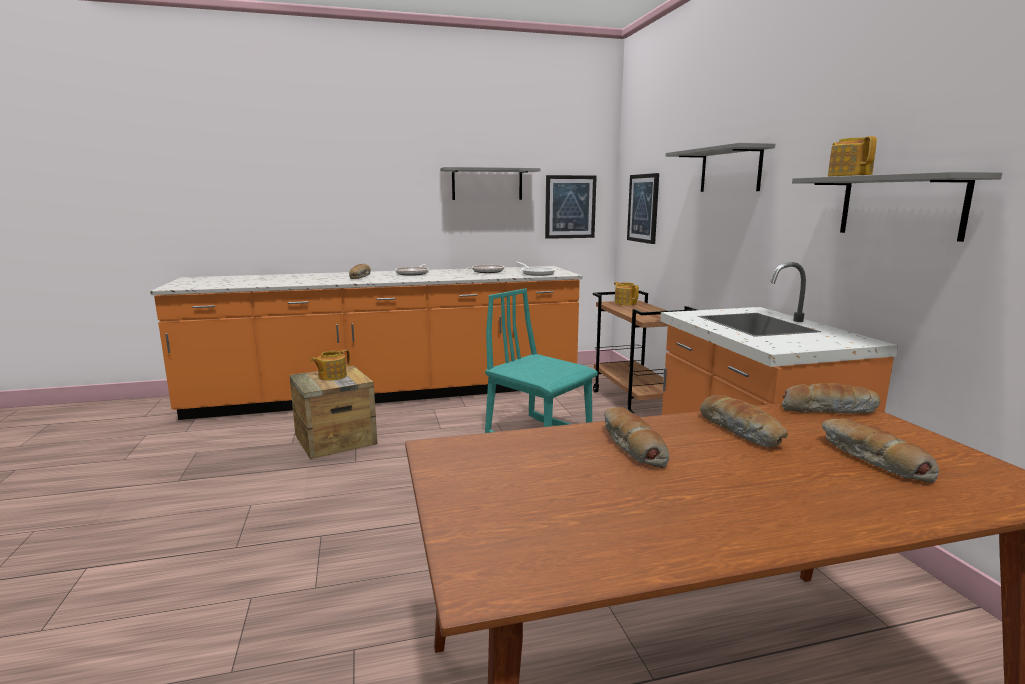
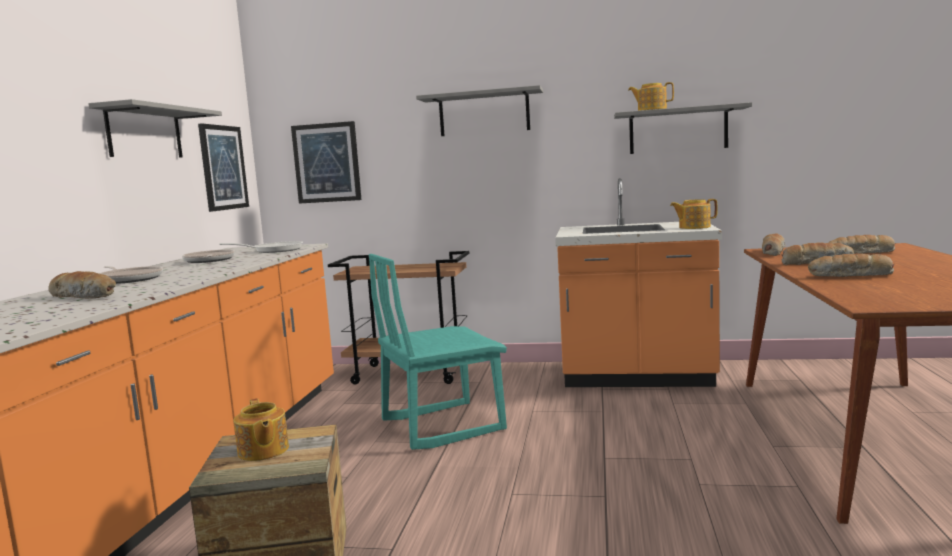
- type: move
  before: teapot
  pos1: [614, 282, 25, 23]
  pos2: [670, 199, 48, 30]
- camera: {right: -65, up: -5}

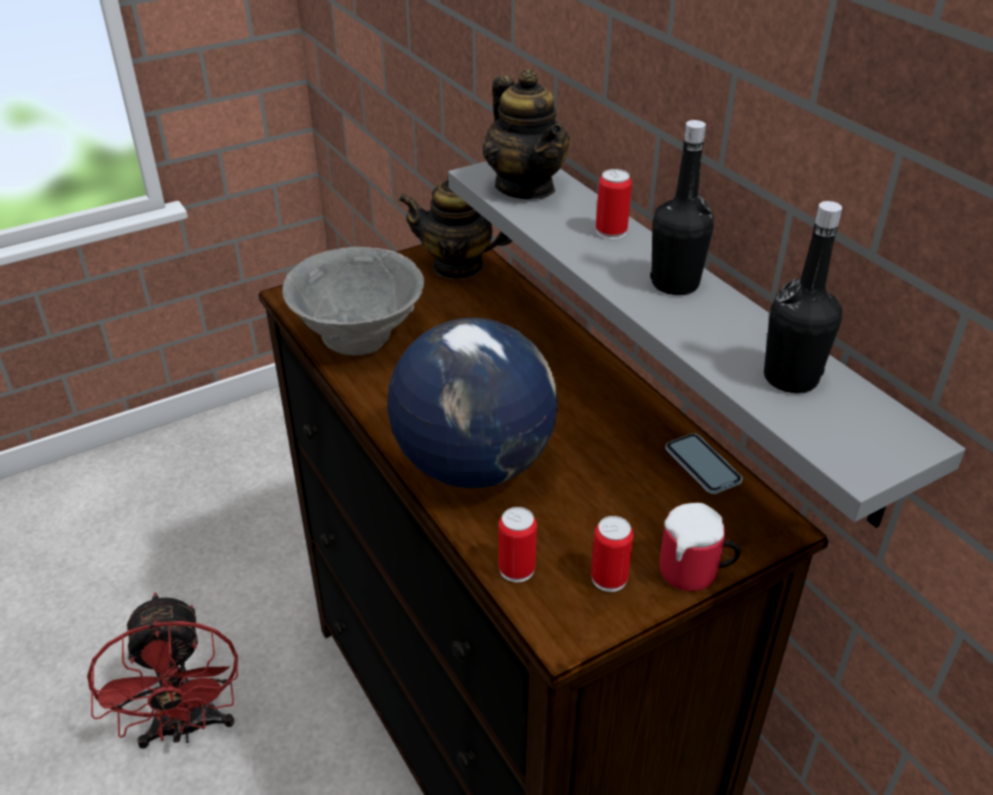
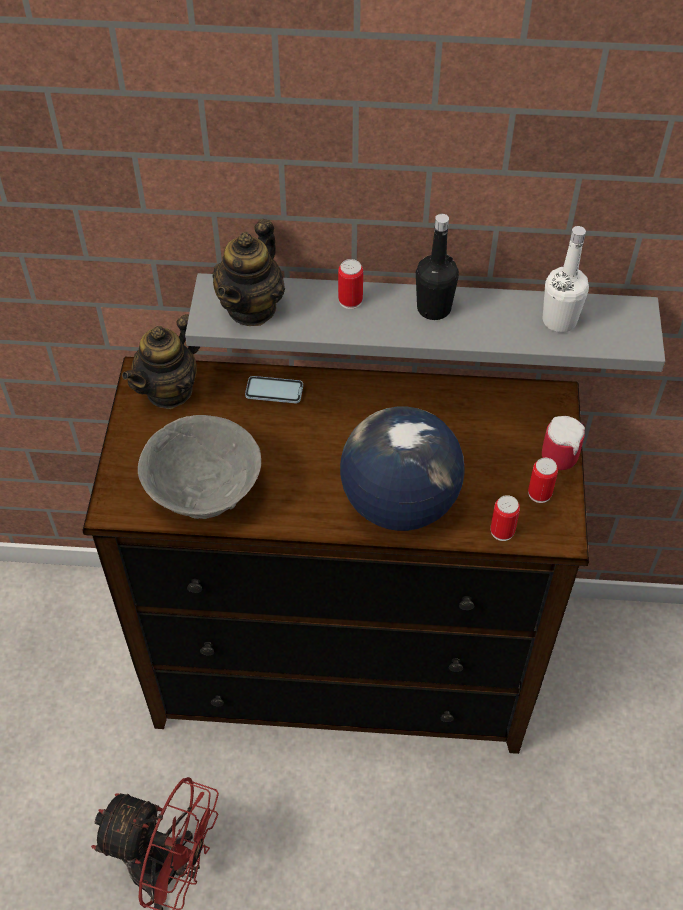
- type: rotate
  before: teapot
  pos1: [483, 69, 86, 131]
  pos2: [212, 219, 73, 107]
  turn: 105
- type: recolor
  before: blackish beverage bottle
  after: white-coloured beverage bottle
  pos1: [764, 201, 78, 192]
  pos2: [543, 226, 46, 107]
- type: move
  before: handset
  pos1: [665, 433, 77, 61]
  pos2: [245, 376, 58, 28]
- camera: {right: -55, up: 15}

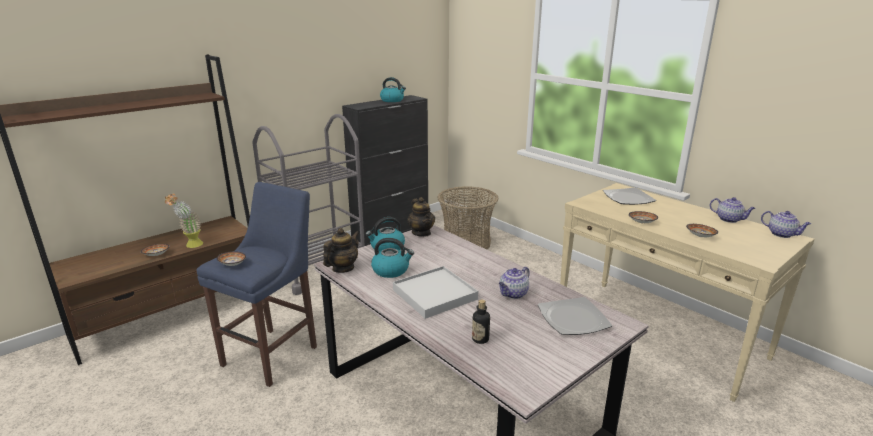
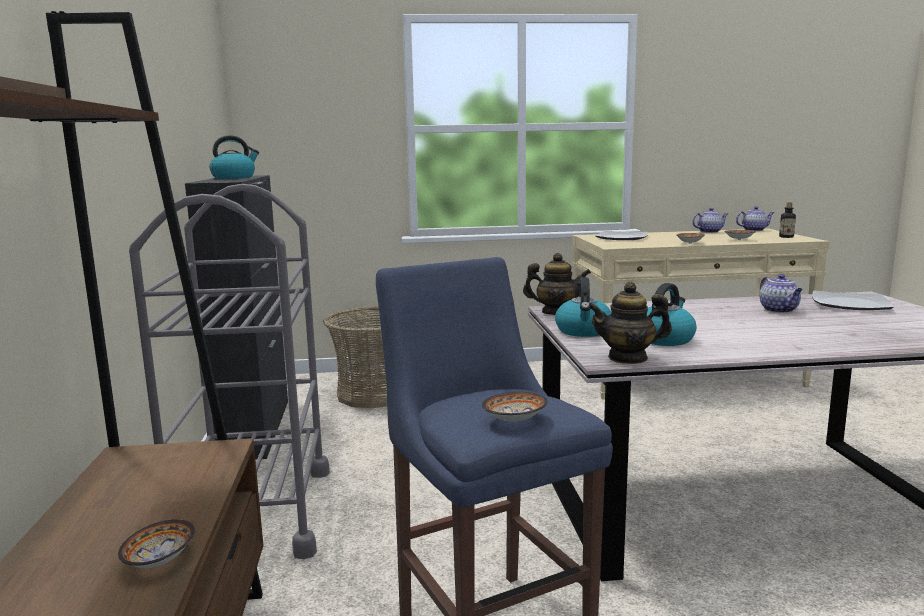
- type: delete
  before: potted plant
  pos1: [165, 194, 38, 54]
- type: rotate
  before: teapot
  pos1: [323, 228, 36, 45]
  pos2: [588, 282, 84, 82]
  turn: -75
- type: delete
  before: white-coloured serving tray
  pos1: [393, 266, 85, 53]
- type: move
  before: beverage bottle
  pos1: [472, 300, 18, 44]
  pos2: [779, 202, 17, 36]
- camera: {right: -55, up: -10}

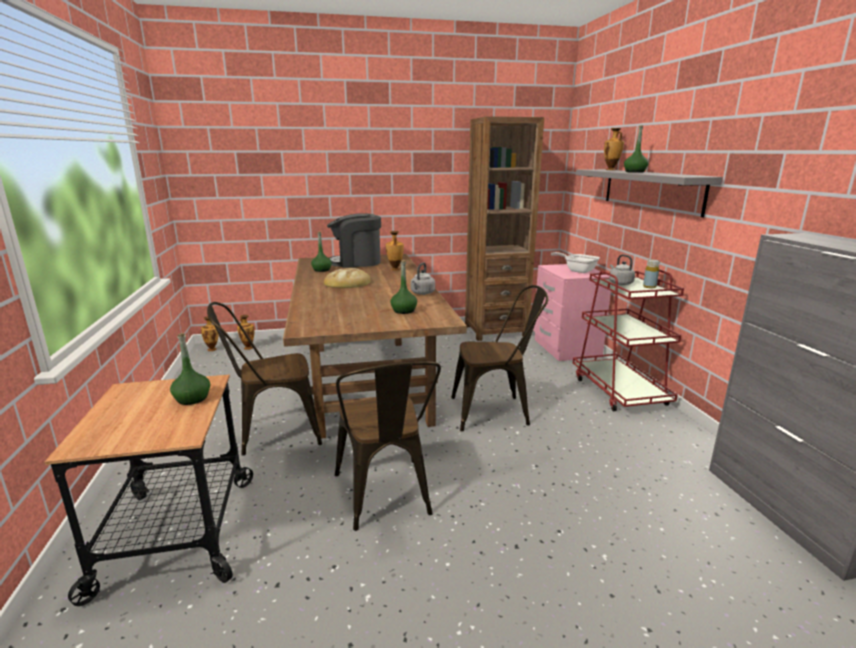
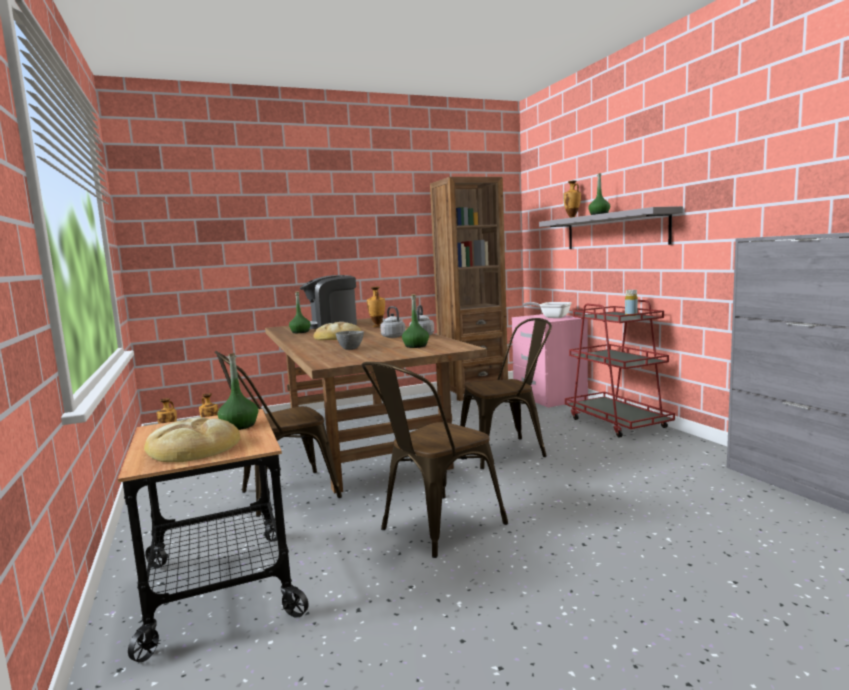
- type: move
  before: gray tea kettle
  pos1: [610, 254, 25, 31]
  pos2: [380, 306, 25, 32]
- type: rotate
  before: brown-coloured chair
  pos1: [335, 361, 106, 170]
  pos2: [362, 362, 146, 196]
  turn: 75
- type: insert
  after: gray bowl
  pos2: [336, 331, 28, 19]
- type: insert
  after: bread
  pos2: [144, 417, 96, 45]
- camera: {right: -10, up: -10}

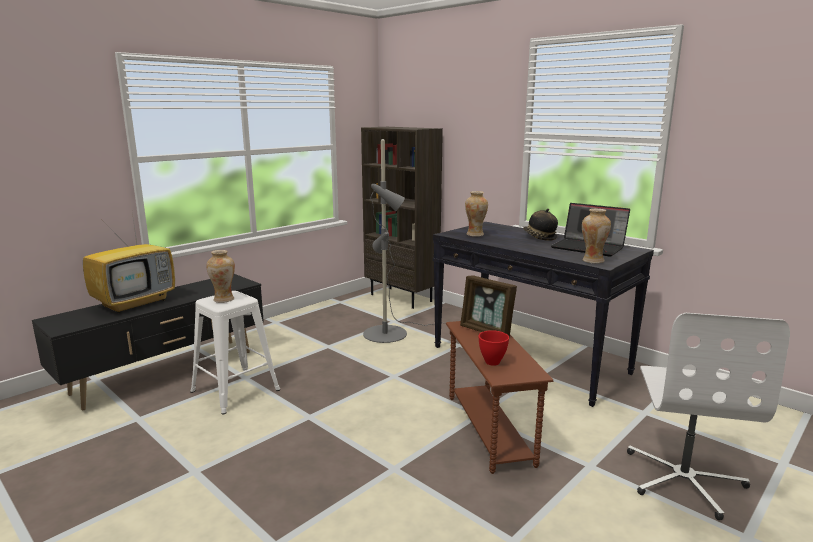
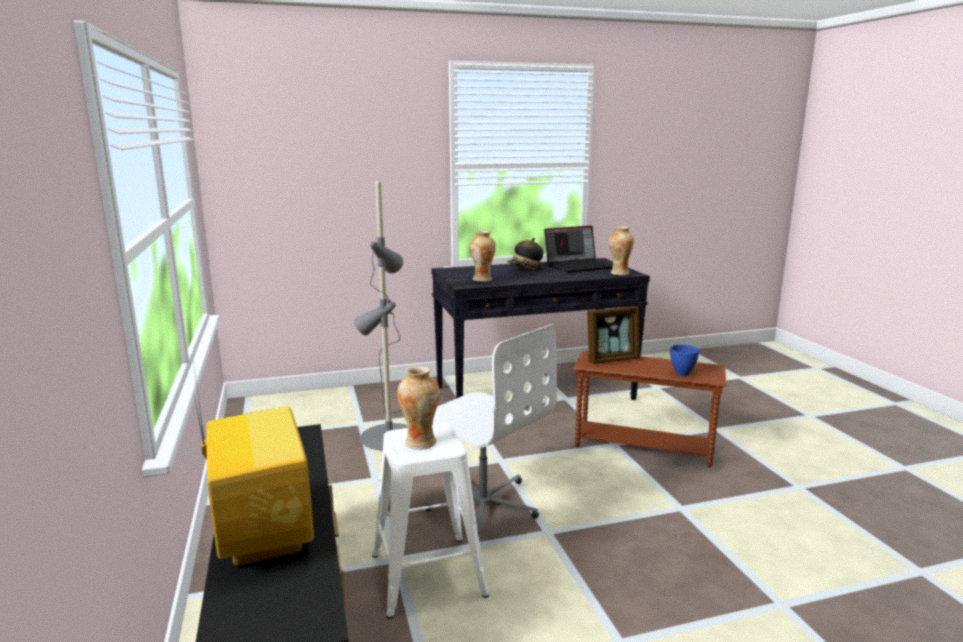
- type: delete
  before: brown-coloured shelving unit
  pos1: [361, 127, 82, 182]
- type: move
  before: white-coloured office chair
  pos1: [627, 313, 163, 207]
  pos2: [425, 324, 132, 213]
- type: recolor
  before: red bowl
  after: blue bowl
  pos1: [478, 330, 31, 36]
  pos2: [670, 344, 30, 32]
- camera: {right: -60, up: 0}

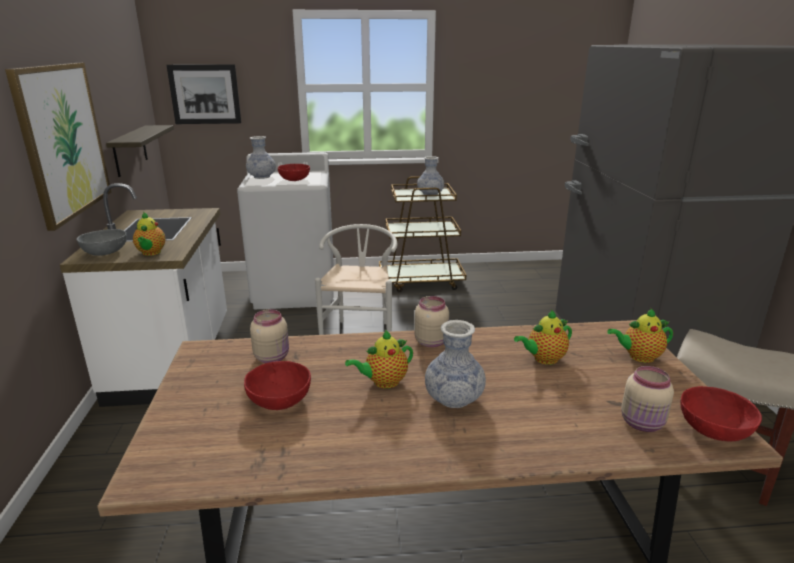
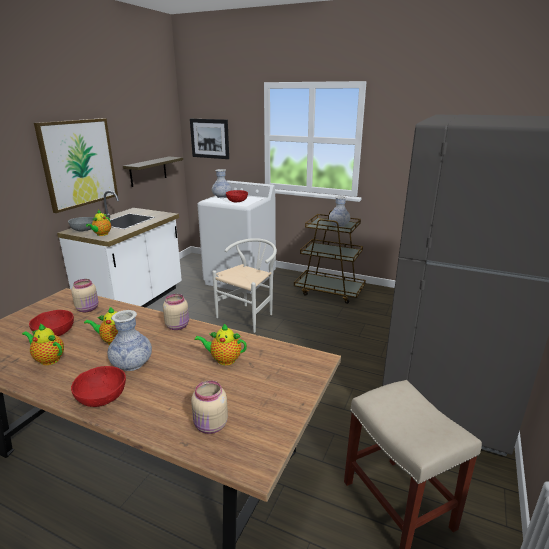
- type: move
  before: teapot
  pos1: [607, 308, 66, 55]
  pos2: [22, 323, 42, 42]
- type: move
  before: red bowl
  pos1: [681, 386, 81, 56]
  pos2: [71, 366, 55, 41]
- camera: {right: 30, up: 0}

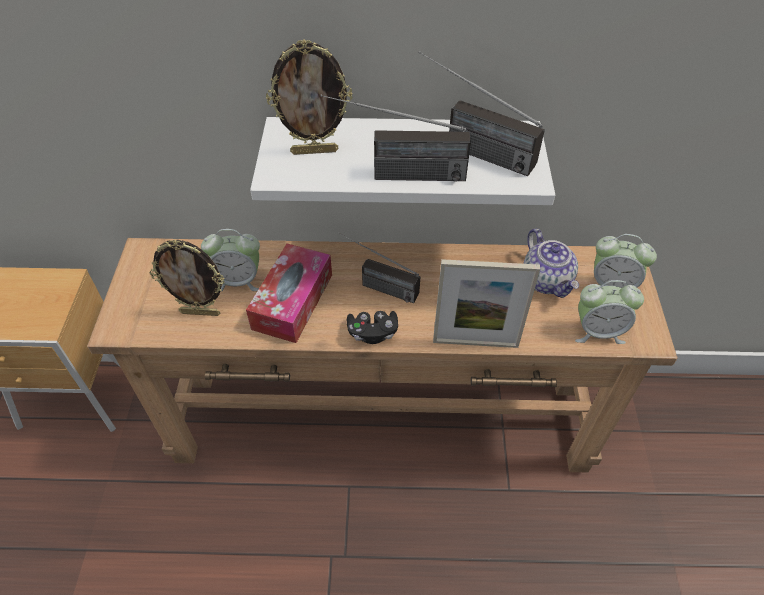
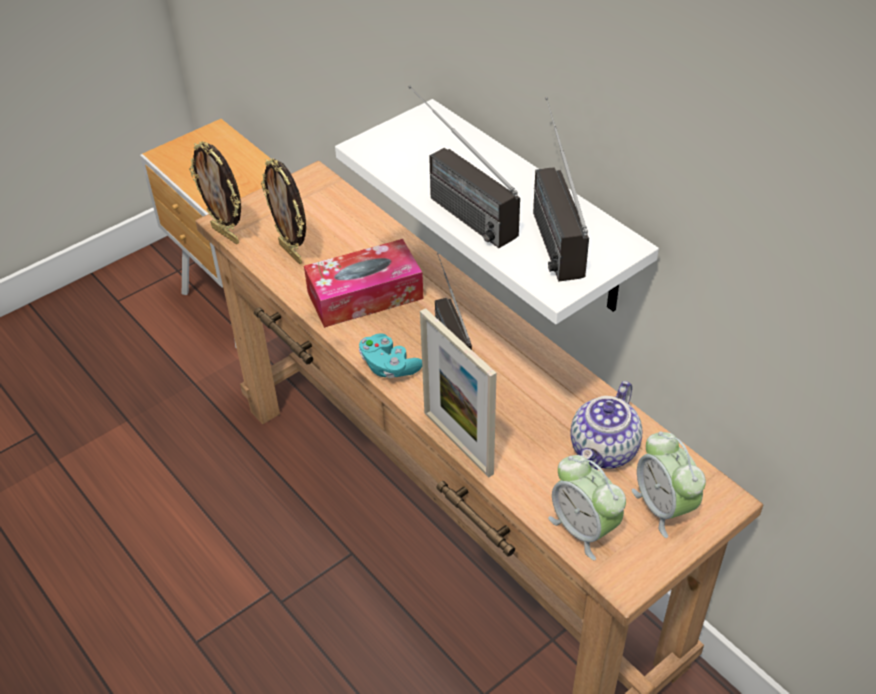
- type: move
  before: photo frame
  pos1: [266, 40, 87, 115]
  pos2: [189, 141, 52, 103]
- type: delete
  before: bedside clock
  pos1: [201, 229, 59, 63]
- type: recolor
  before: blackish game controller
  after: turquoise-coloured game controller
  pos1: [347, 311, 51, 33]
  pos2: [359, 333, 63, 45]
- camera: {right: 50, up: -5}

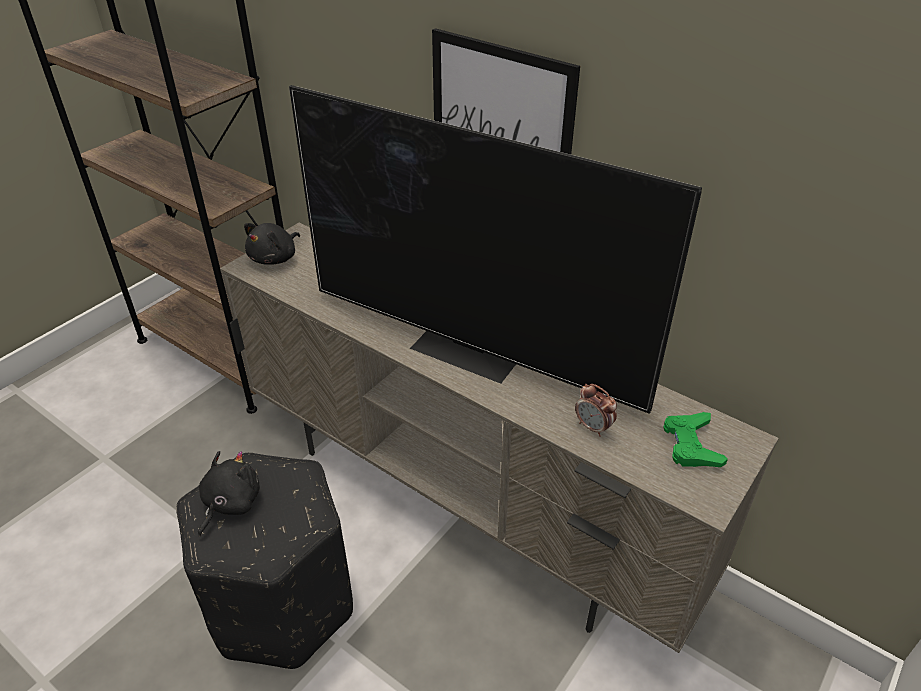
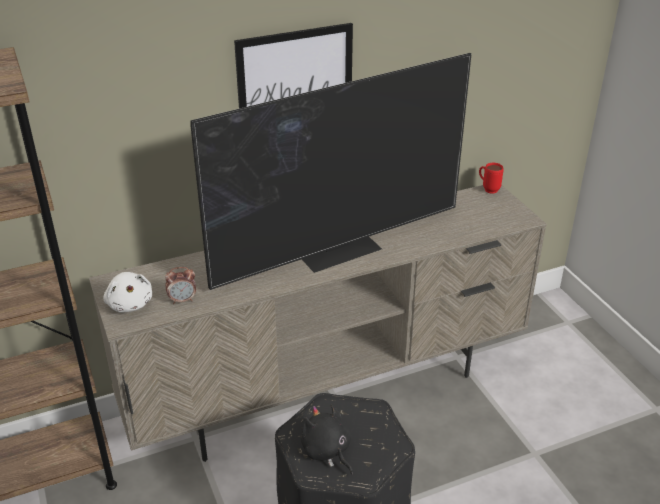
- type: recolor
  before: blackish soft toy
  after: white-coloured soft toy
  pos1: [244, 223, 56, 42]
  pos2: [104, 272, 48, 40]
- type: move
  before: bedside clock
  pos1: [575, 384, 42, 53]
  pos2: [165, 267, 31, 37]
- type: delete
  before: green game controller
  pos1: [663, 412, 65, 55]
- type: insert
  after: red tea mug
  pos2: [479, 163, 25, 31]
- camera: {right: -60, up: -5}

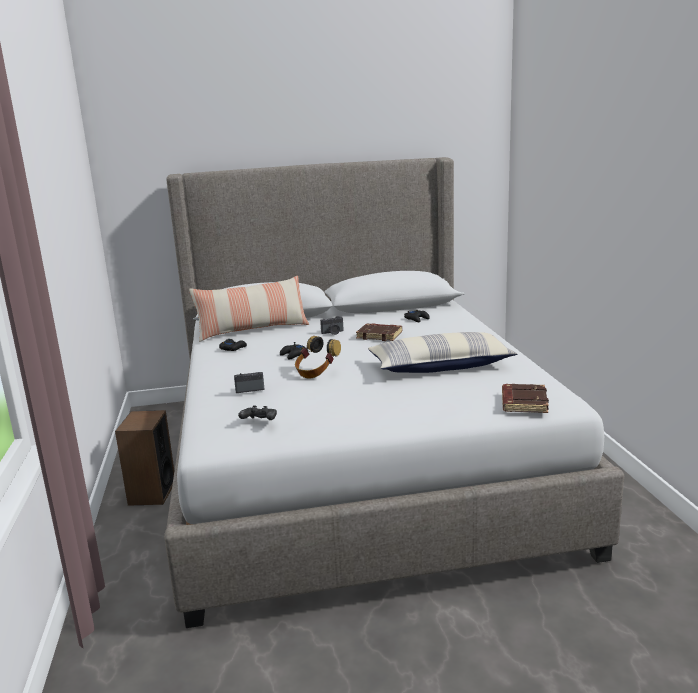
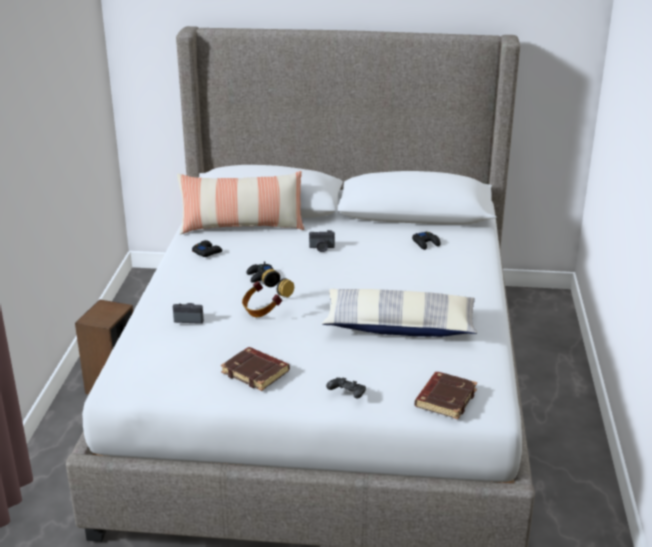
- type: move
  before: brown-coloured book
  pos1: [356, 324, 46, 17]
  pos2: [221, 347, 69, 44]
- type: move
  before: blackish game controller
  pos1: [238, 406, 39, 14]
  pos2: [326, 377, 40, 22]
- camera: {right: 15, up: 10}

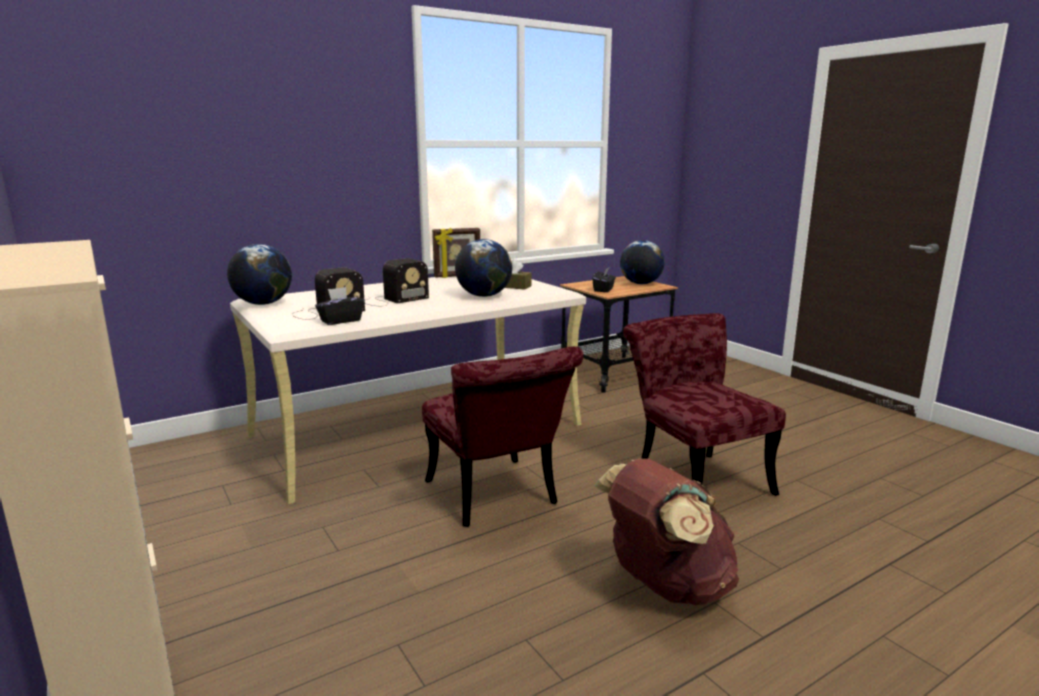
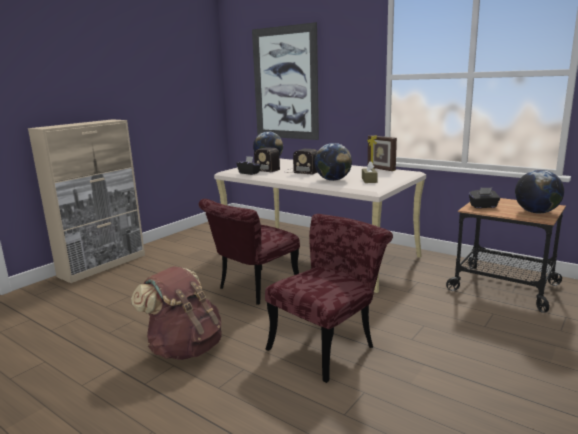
- type: insert
  after: wall art
  pos2: [252, 22, 67, 118]
- camera: {right: 70, up: 0}

